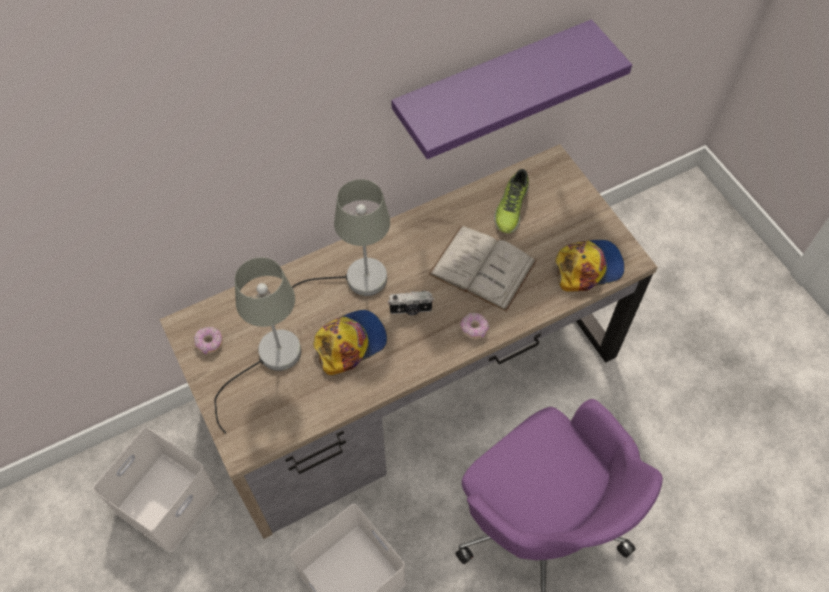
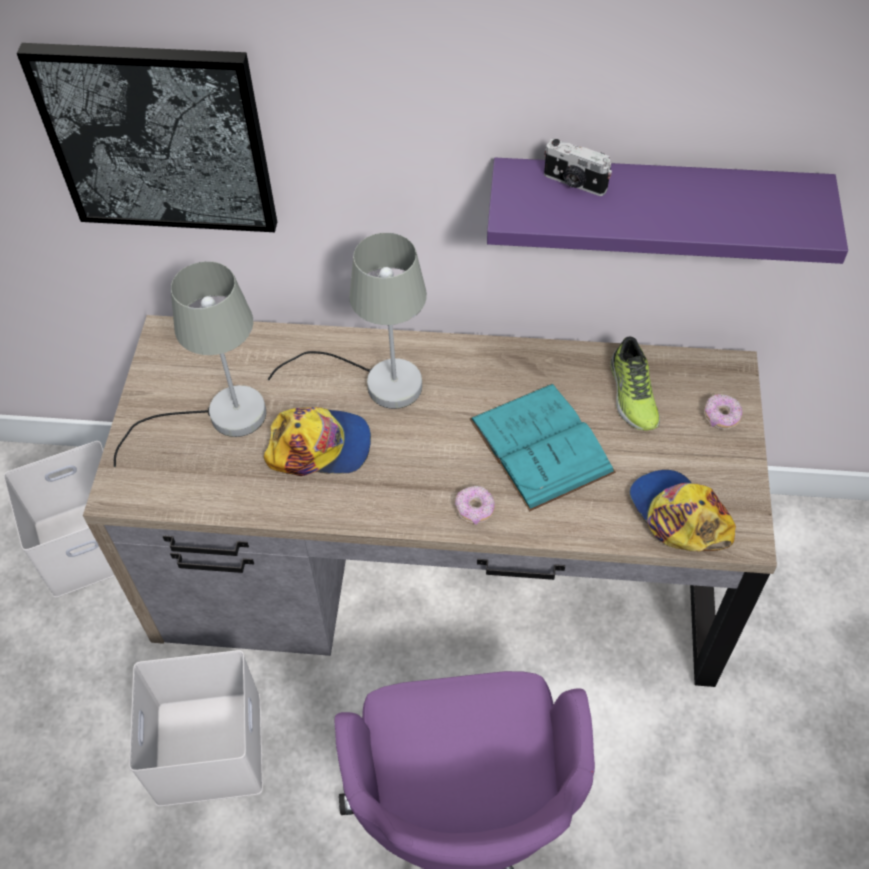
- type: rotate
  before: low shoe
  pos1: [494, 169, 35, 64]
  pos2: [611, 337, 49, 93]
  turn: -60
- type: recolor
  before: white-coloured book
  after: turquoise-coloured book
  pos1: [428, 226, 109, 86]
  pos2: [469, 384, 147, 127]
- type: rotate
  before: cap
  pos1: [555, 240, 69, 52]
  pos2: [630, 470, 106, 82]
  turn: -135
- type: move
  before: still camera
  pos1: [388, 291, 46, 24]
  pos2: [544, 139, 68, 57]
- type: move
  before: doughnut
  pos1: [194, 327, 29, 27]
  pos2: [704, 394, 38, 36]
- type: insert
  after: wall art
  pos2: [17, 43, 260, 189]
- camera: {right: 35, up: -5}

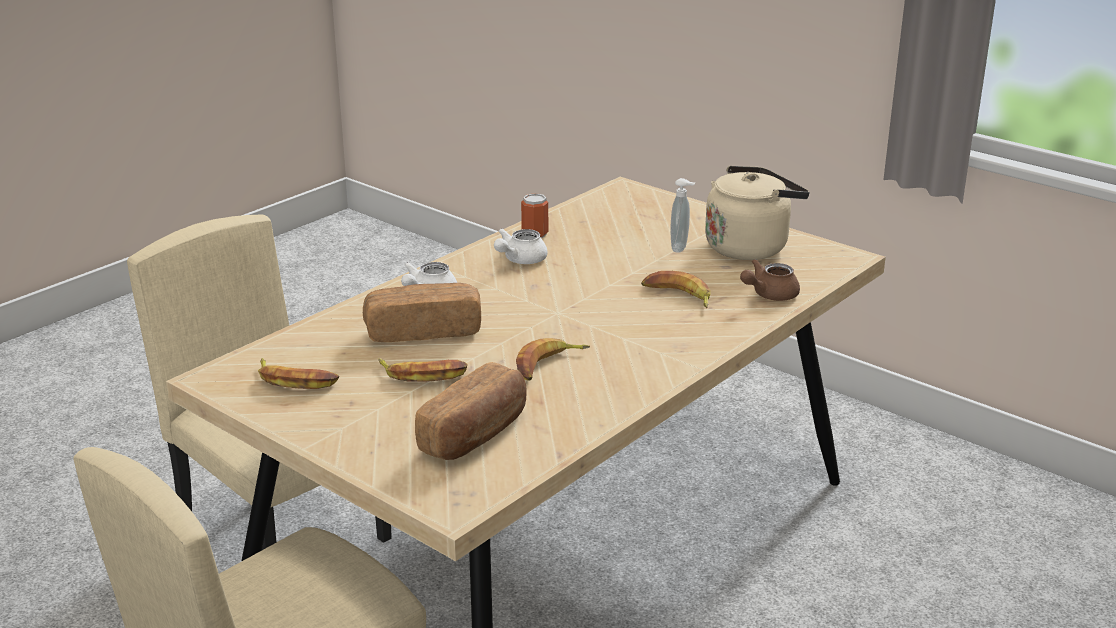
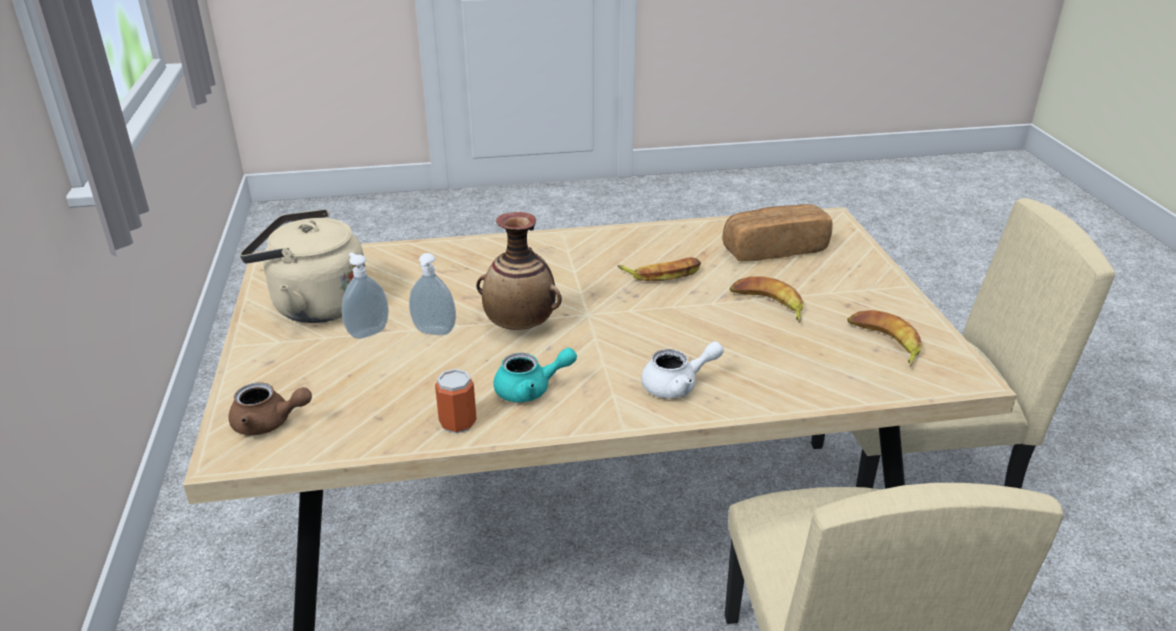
- type: recolor
  before: white-coloured teapot
  after: turquoise-coloured teapot
  pos1: [494, 228, 54, 36]
  pos2: [493, 348, 84, 54]
- type: move
  before: brown-coloured teapot
  pos1: [740, 259, 60, 42]
  pos2: [229, 383, 83, 52]
- type: delete
  before: banana fruit
  pos1: [641, 271, 70, 37]
- type: delete
  before: bread
  pos1: [363, 283, 118, 59]
- type: insert
  after: flower vase
  pos2: [476, 212, 86, 118]
- type: insert
  after: soap bottle
  pos2: [409, 253, 47, 82]
- camera: {right: -140, up: 5}

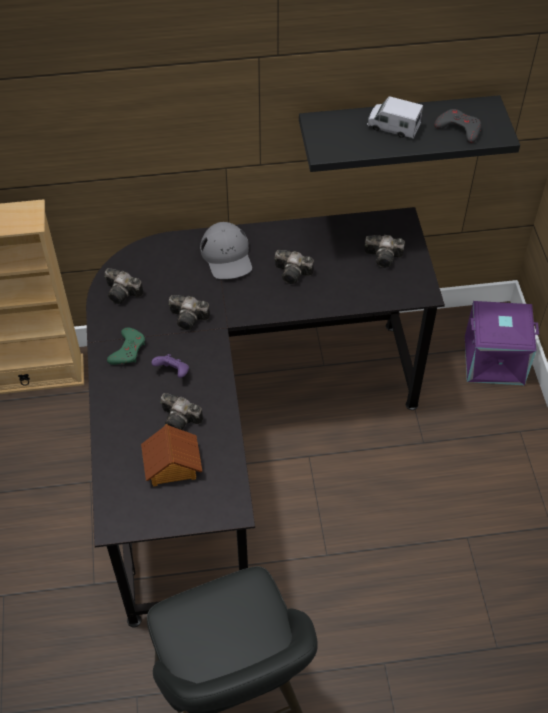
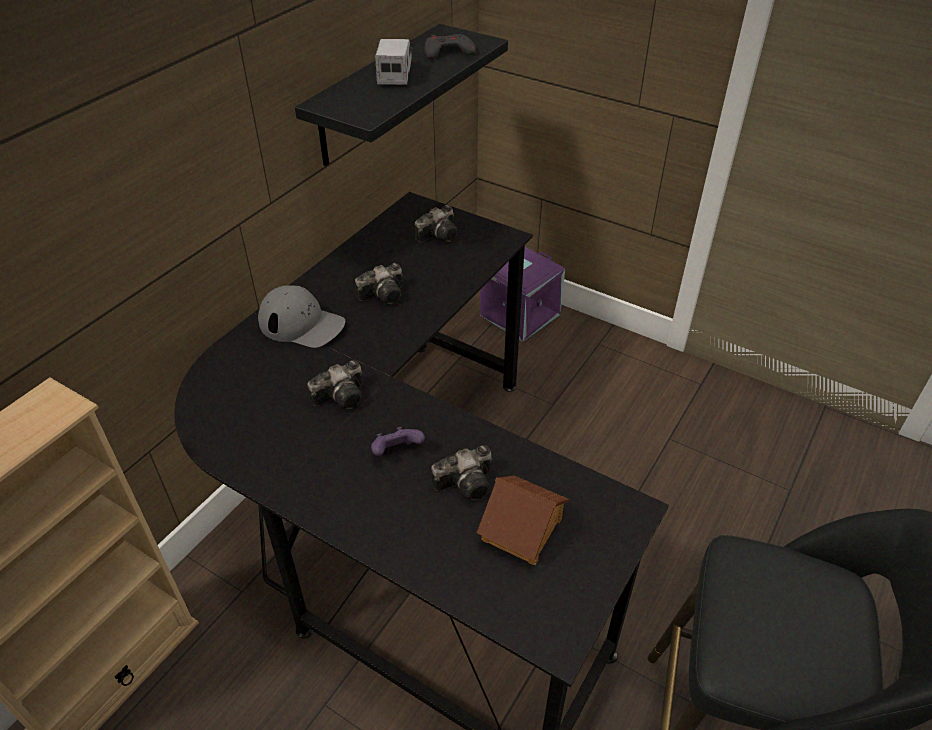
- type: rotate
  before: toy lorry
  pos1: [367, 96, 56, 43]
  pos2: [375, 39, 38, 46]
  turn: 120
- type: delete
  before: still camera
  pos1: [104, 268, 39, 36]
- type: delete
  before: green game controller
  pos1: [107, 328, 38, 37]
- camera: {right: -50, up: -10}

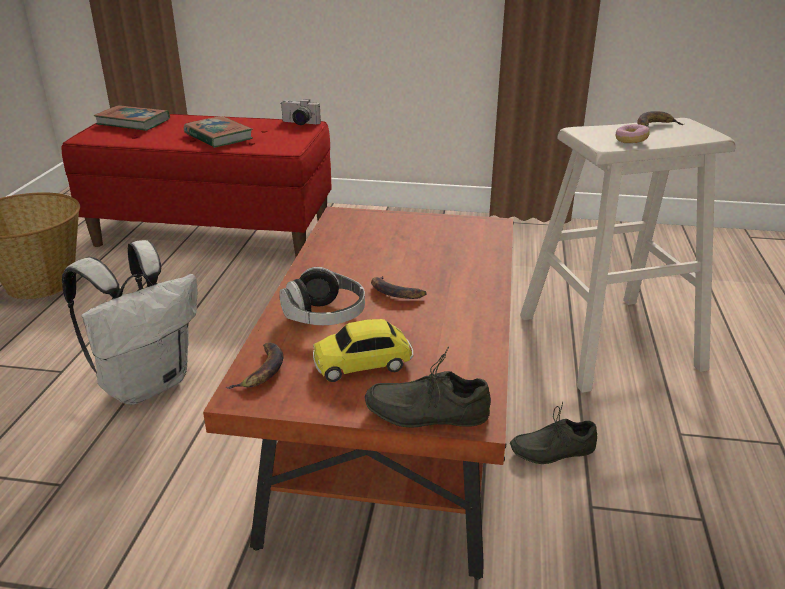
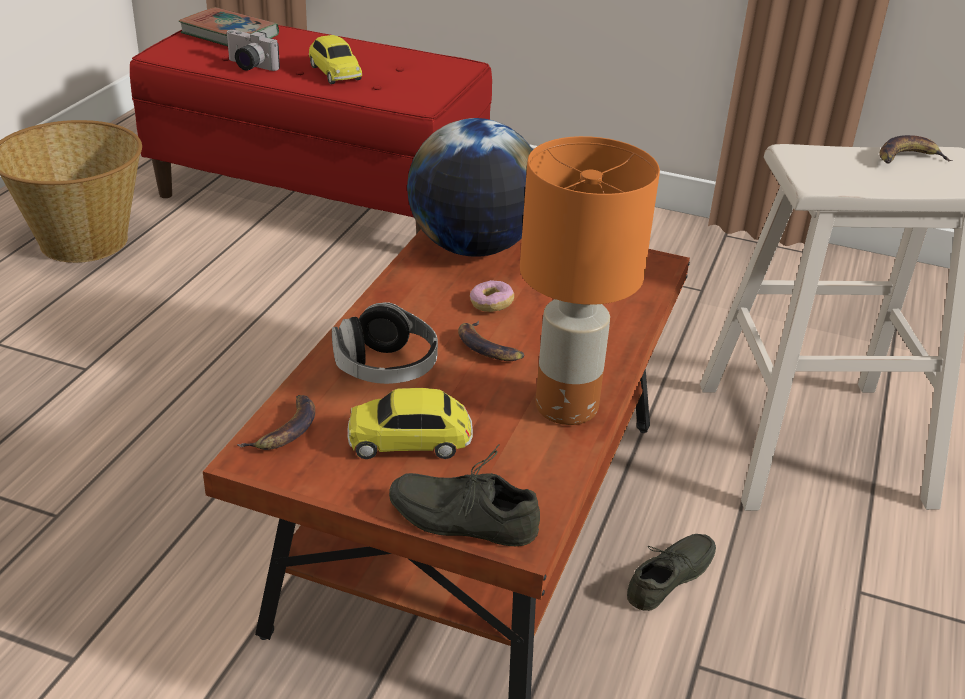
- type: move
  before: still camera
  pos1: [281, 99, 40, 26]
  pos2: [226, 30, 54, 41]
- type: replace
  before: book
  after: toy car
  pos1: [184, 116, 69, 32]
  pos2: [309, 35, 53, 49]
- type: move
  before: doughnut
  pos1: [616, 124, 34, 19]
  pos2: [470, 280, 44, 32]
- type: delete
  before: white-coloured knapsack
  pos1: [62, 240, 135, 164]
- type: rotate
  before: gray low shoe
  pos1: [510, 402, 87, 62]
  pos2: [627, 534, 89, 77]
  turn: 135
- type: insert
  after: desk globe
  pos2: [407, 118, 126, 139]
- type: insert
  after: orange table lamp
  pos2: [520, 136, 140, 289]
- camera: {right: 10, up: 5}

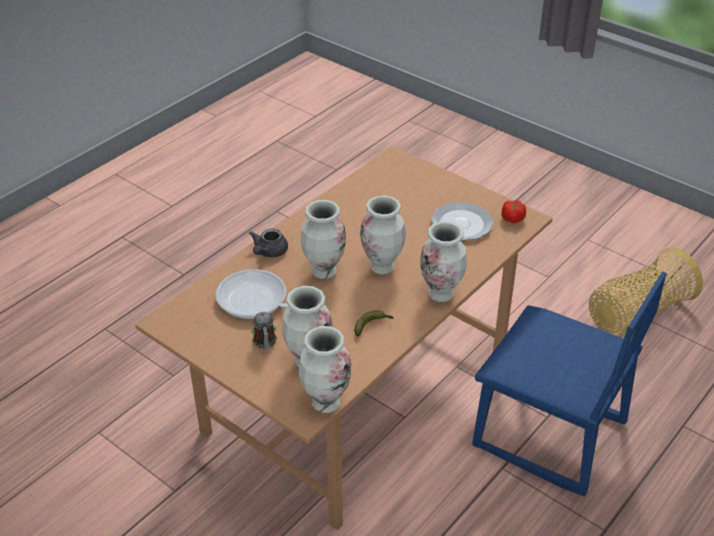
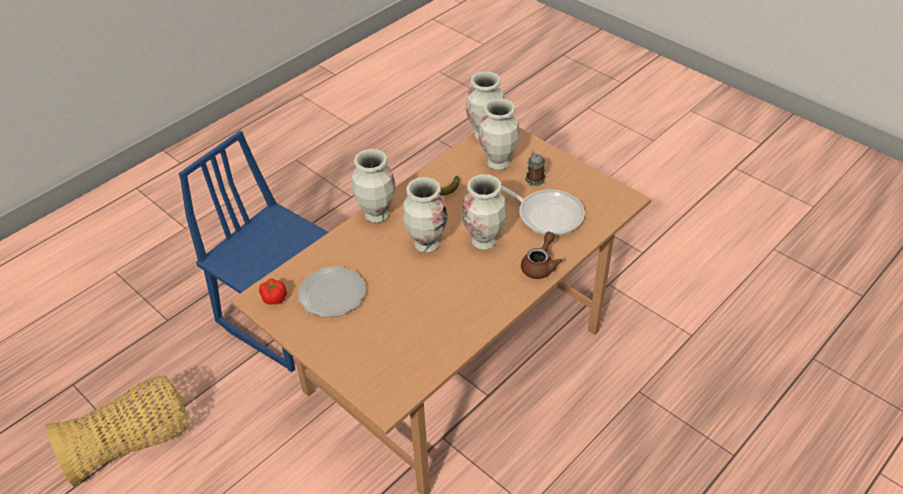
- type: recolor
  before: gray teapot
  after: brown-coloured teapot
  pos1: [249, 228, 39, 30]
  pos2: [521, 232, 41, 47]
- camera: {right: -175, up: 5}

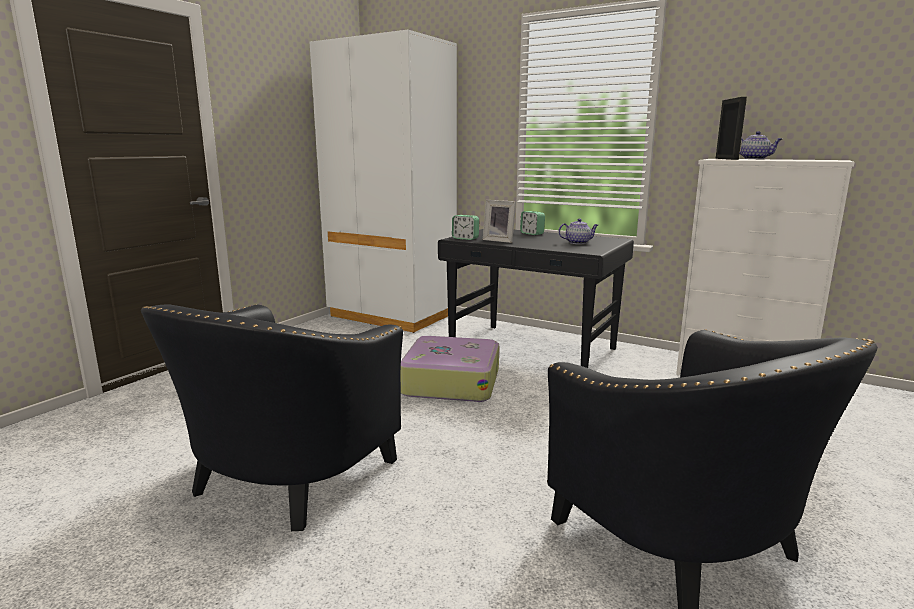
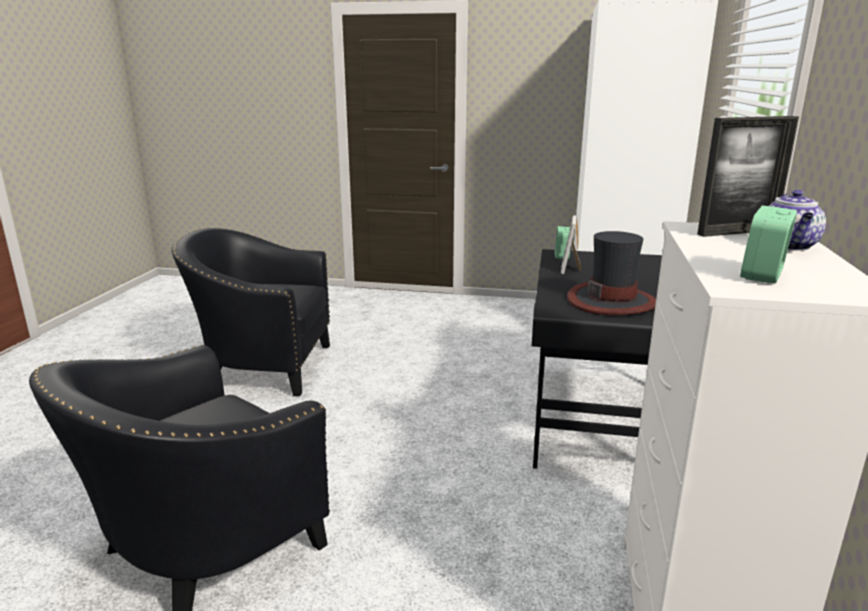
- type: move
  before: bedside clock
  pos1: [520, 211, 25, 24]
  pos2: [740, 205, 57, 79]
- type: replace
  before: teapot
  after: clothing hat
  pos1: [558, 219, 40, 25]
  pos2: [567, 231, 89, 84]
- type: delete
  before: suitcase
  pos1: [401, 336, 98, 66]
- camera: {right: 70, up: 5}

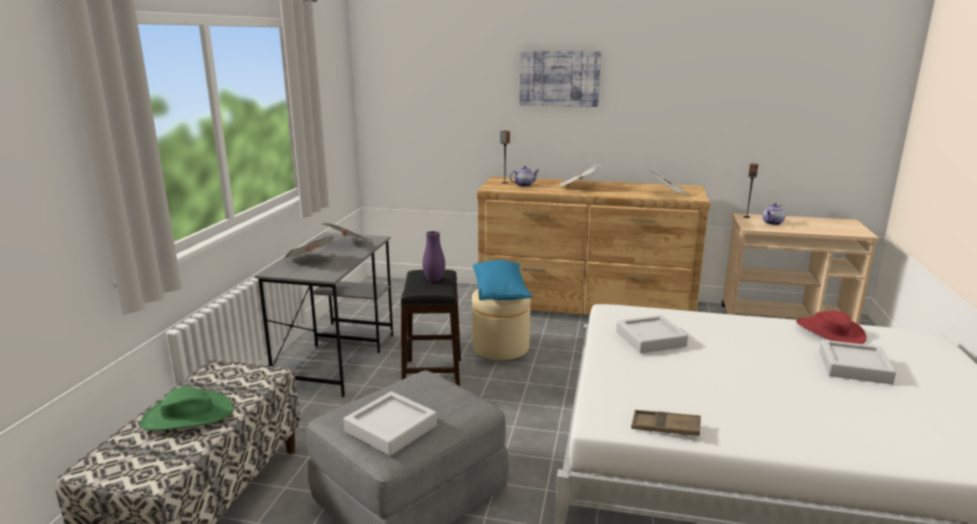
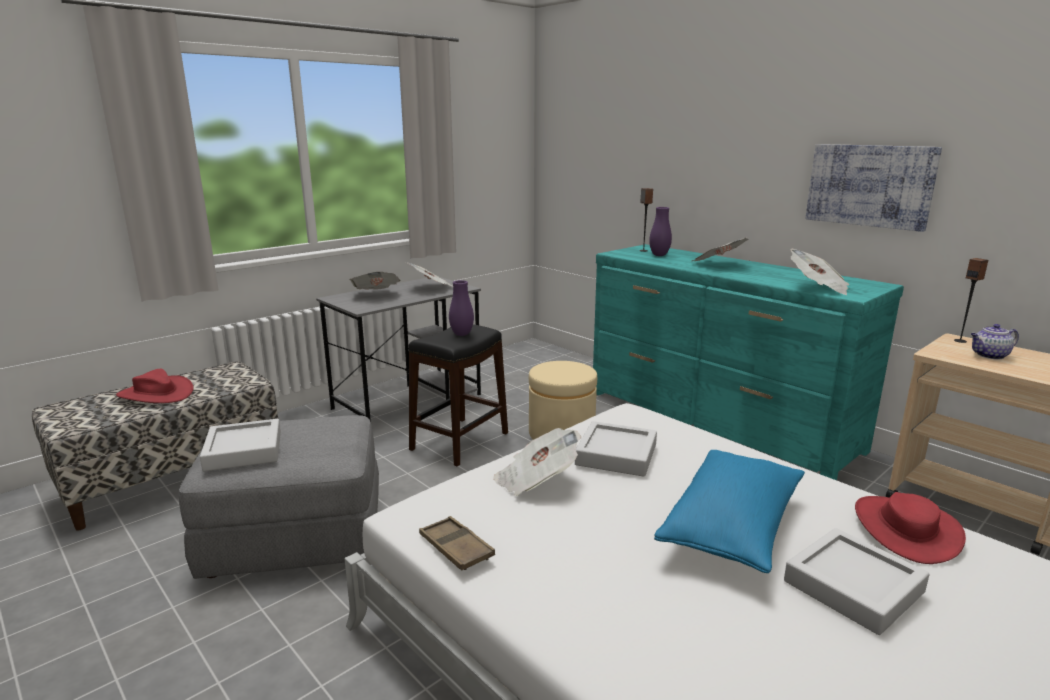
- type: move
  before: wall art
  pos1: [520, 51, 81, 56]
  pos2: [805, 144, 137, 88]
- type: replace
  before: teapot
  after: purple-coloured flower vase
  pos1: [509, 166, 30, 21]
  pos2: [649, 207, 23, 49]
- type: recolor
  before: brown-coloured dresser
  after: turquoise-coloured dresser
  pos1: [477, 177, 233, 138]
  pos2: [593, 244, 311, 236]
- type: move
  before: blue cushion
  pos1: [473, 260, 59, 40]
  pos2: [654, 450, 151, 123]
- type: recolor
  before: green clothing hat
  after: red clothing hat
  pos1: [140, 386, 94, 44]
  pos2: [116, 369, 78, 34]
- type: insert
  after: daily paper
  pos2: [493, 428, 88, 68]
- camera: {right: 35, up: 0}

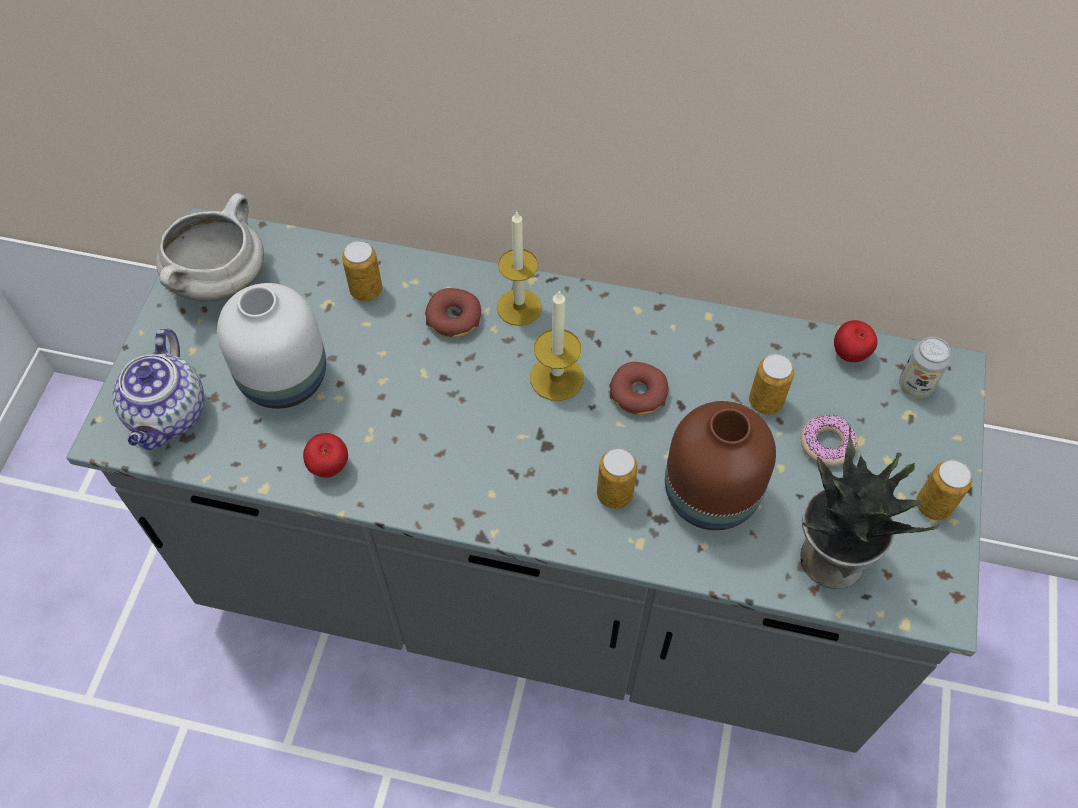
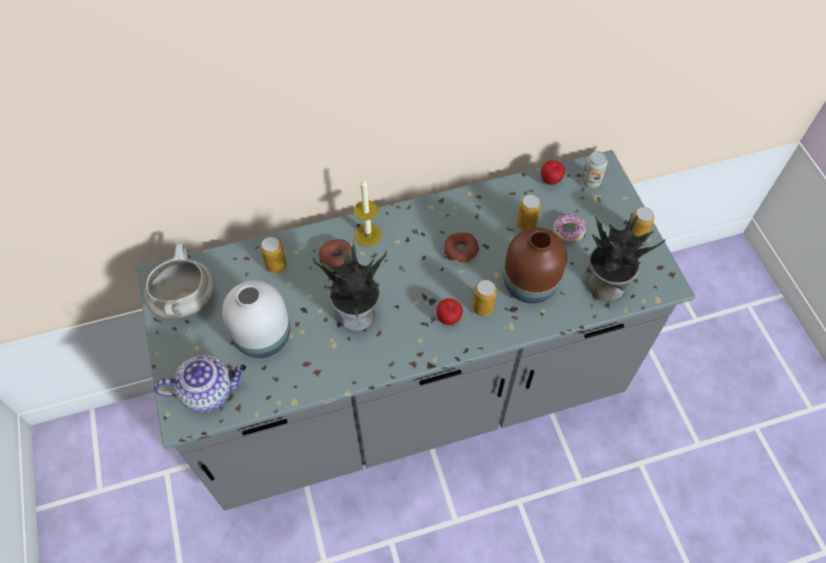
- type: delete
  before: wax candle
  pos1: [530, 291, 54, 110]
- type: rotate
  before: teapot
  pos1: [112, 328, 92, 122]
  pos2: [154, 355, 93, 57]
  turn: -75
- type: move
  before: apple
  pos1: [303, 433, 45, 45]
  pos2: [436, 298, 27, 27]
- type: insert
  after: potted plant
  pos2: [313, 241, 74, 90]
- camera: {right: -30, up: 0}

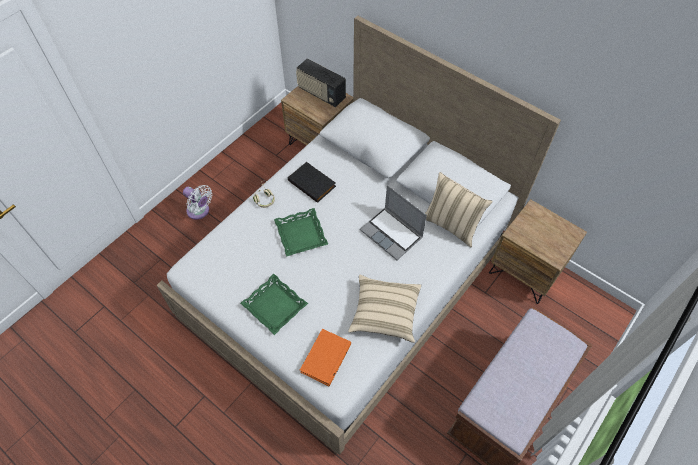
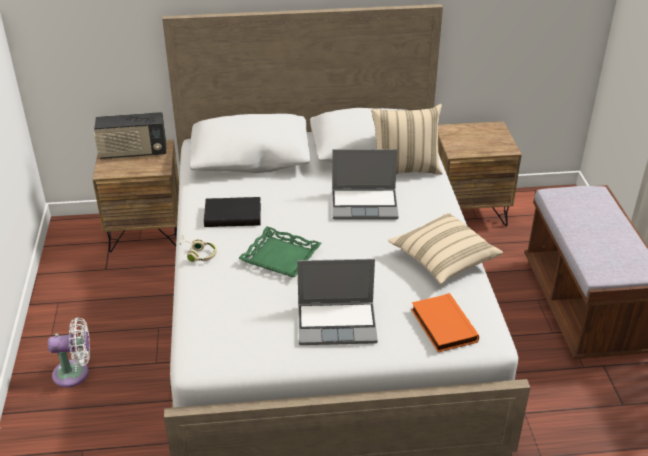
- type: replace
  before: green serving tray
  after: portable computer
  pos1: [240, 274, 68, 61]
  pos2: [297, 259, 81, 86]
- camera: {right: -45, up: -20}

